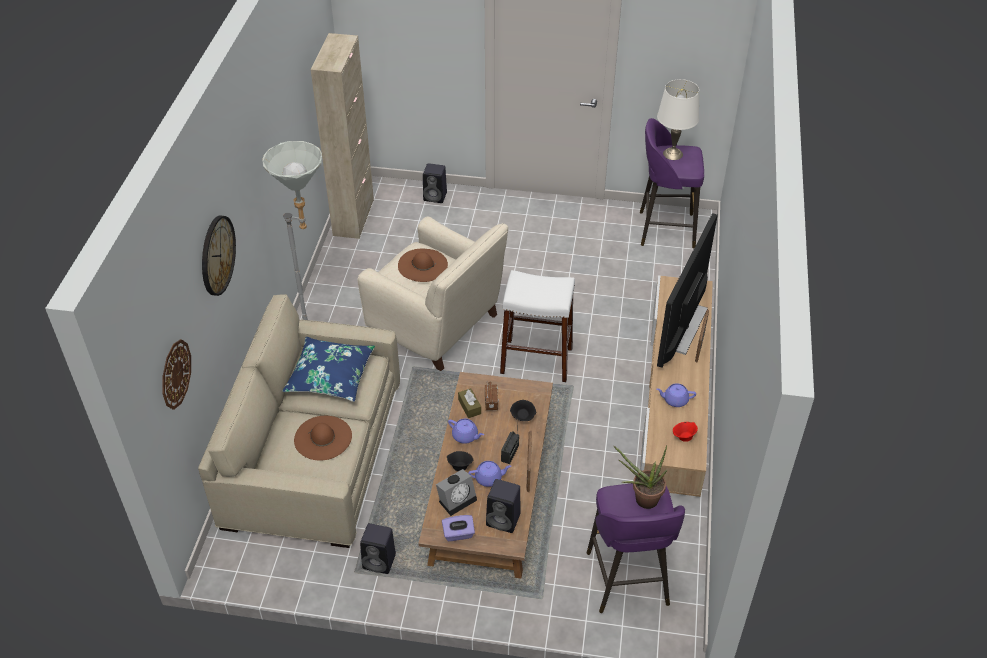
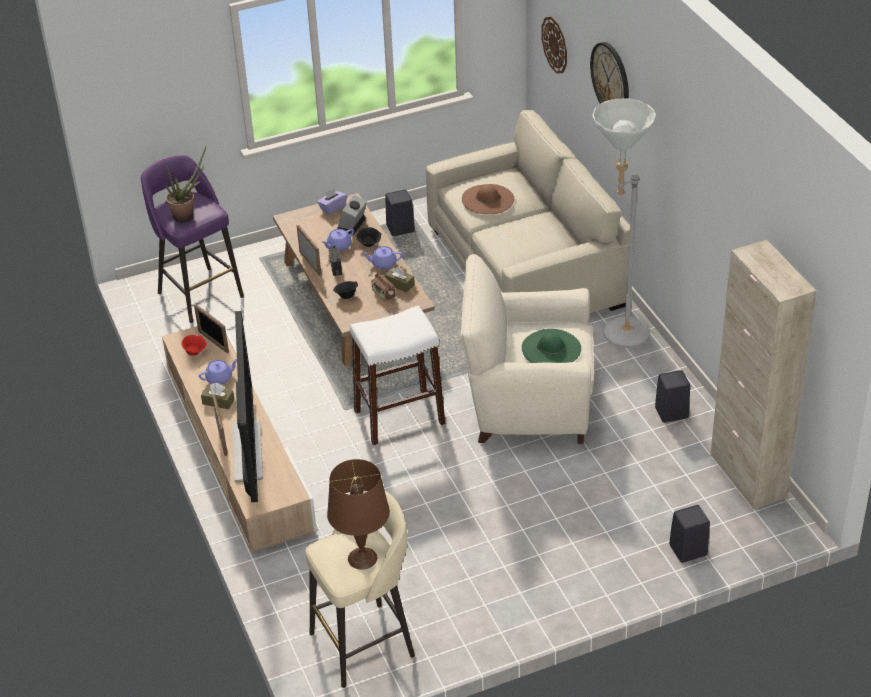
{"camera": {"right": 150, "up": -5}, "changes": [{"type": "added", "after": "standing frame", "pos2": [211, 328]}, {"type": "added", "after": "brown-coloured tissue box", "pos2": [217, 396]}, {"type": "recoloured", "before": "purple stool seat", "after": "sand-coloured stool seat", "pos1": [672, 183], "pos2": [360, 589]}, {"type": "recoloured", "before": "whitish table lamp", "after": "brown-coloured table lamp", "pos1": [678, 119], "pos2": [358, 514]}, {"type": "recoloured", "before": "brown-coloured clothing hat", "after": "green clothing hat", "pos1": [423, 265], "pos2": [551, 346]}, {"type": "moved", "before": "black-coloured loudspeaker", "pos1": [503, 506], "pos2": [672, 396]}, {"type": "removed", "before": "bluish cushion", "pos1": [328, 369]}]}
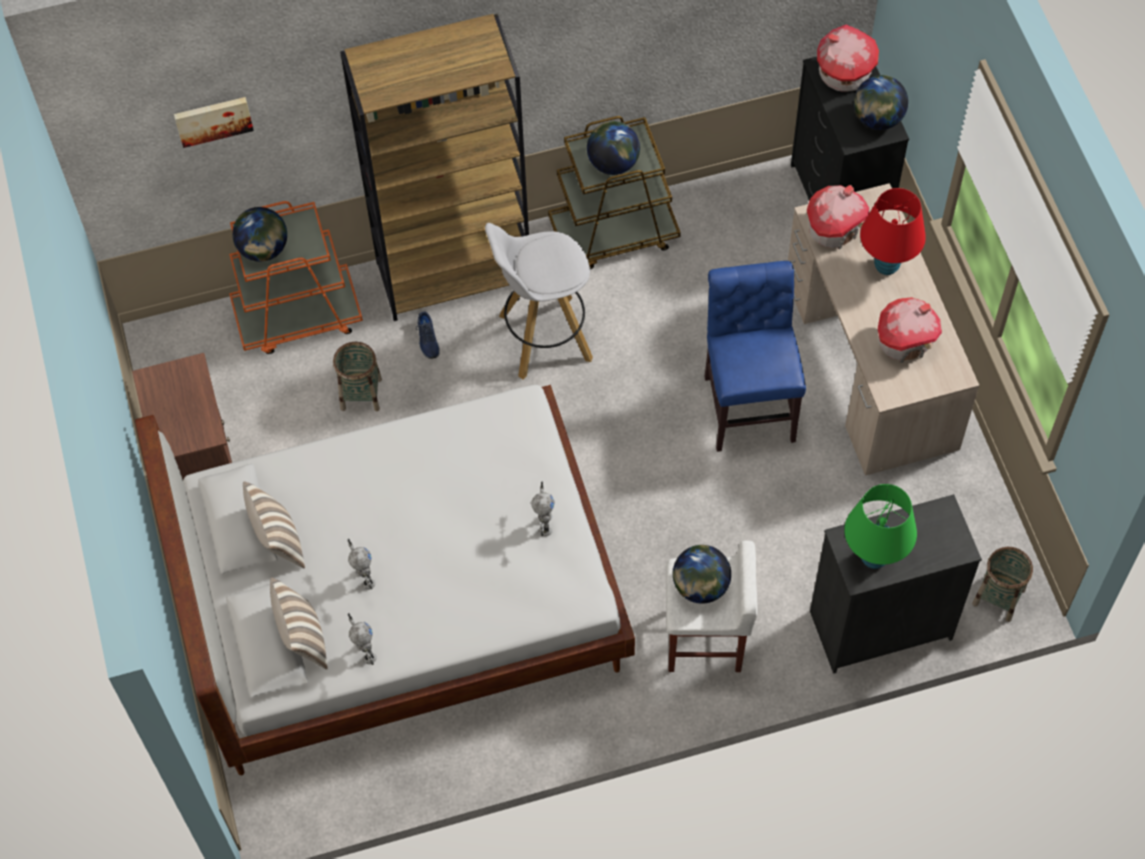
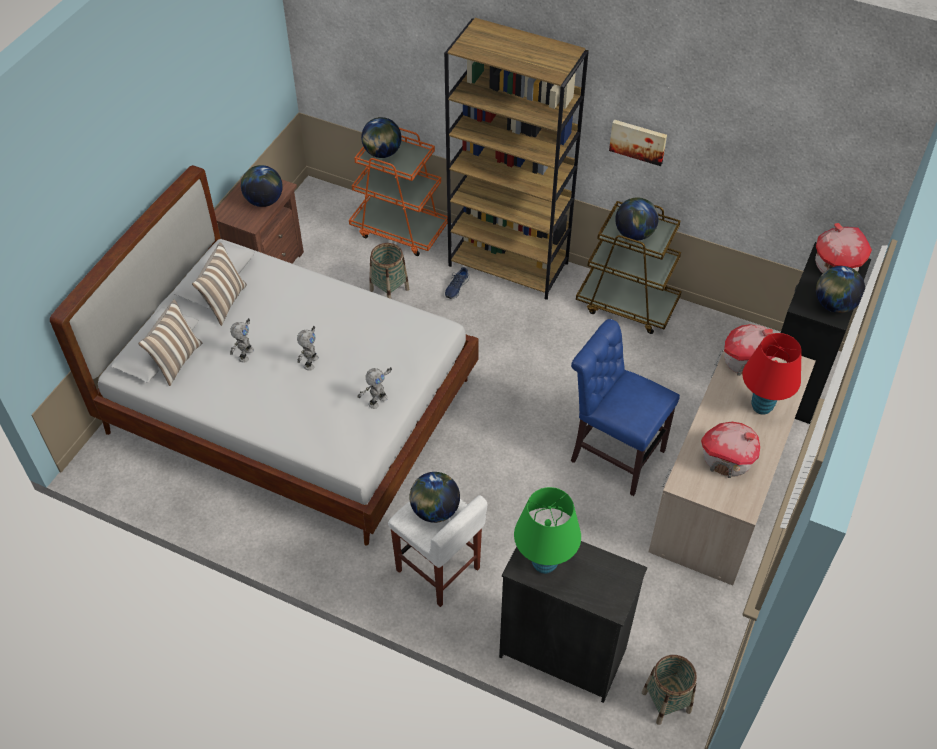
{"camera": {"right": 40, "up": -10}, "changes": [{"type": "added", "after": "world globe", "pos2": [262, 186]}, {"type": "moved", "before": "model robot", "pos1": [362, 639], "pos2": [308, 348]}, {"type": "turned", "before": "bluish chair", "pos1": [755, 356], "pos2": [625, 407], "turn": -90}, {"type": "moved", "before": "wall art", "pos1": [214, 122], "pos2": [638, 143]}, {"type": "removed", "before": "whitish stool seat", "pos1": [539, 301]}]}
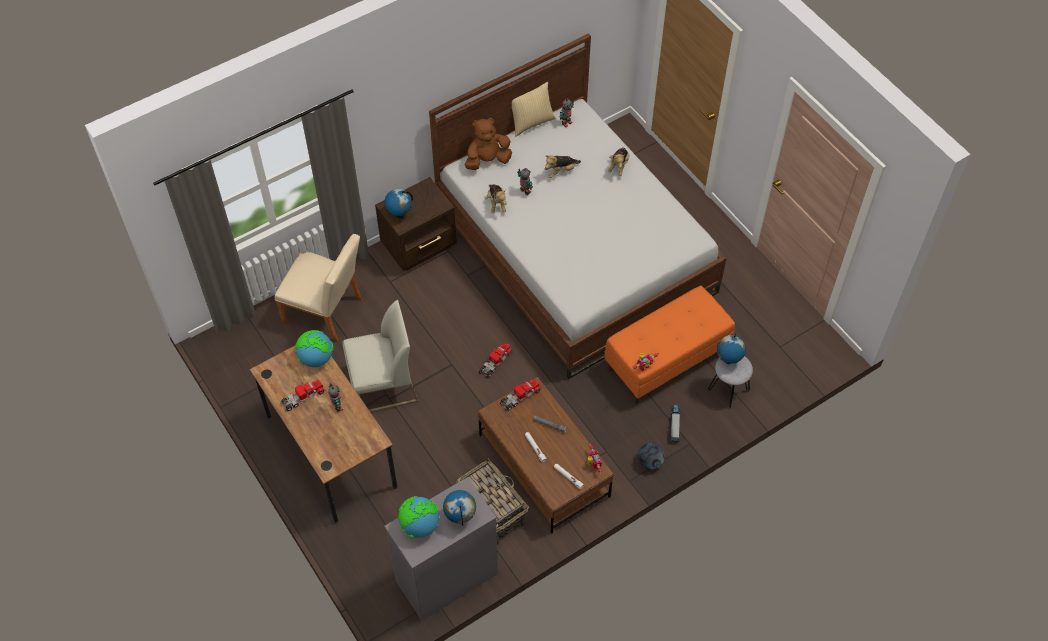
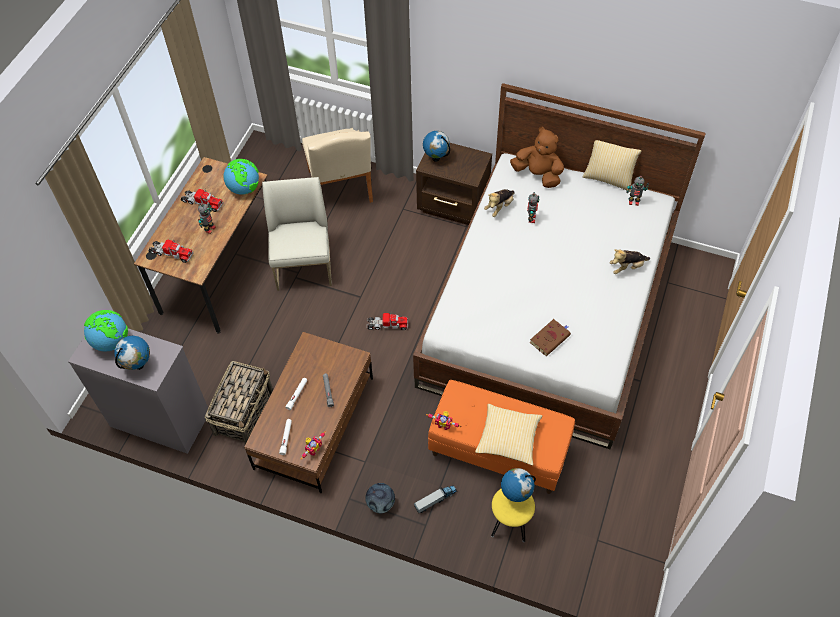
{"camera": {"right": 55, "up": 0}, "changes": [{"type": "moved", "before": "model truck", "pos1": [520, 395], "pos2": [170, 251]}, {"type": "turned", "before": "whitish chair", "pos1": [380, 356], "pos2": [297, 234], "turn": -135}, {"type": "added", "after": "cushion", "pos2": [509, 435]}, {"type": "recoloured", "before": "gray stool seat", "after": "yellowish stool seat", "pos1": [730, 382], "pos2": [513, 516]}, {"type": "added", "after": "brown-coloured volume", "pos2": [550, 337]}, {"type": "removed", "before": "soft toy", "pos1": [563, 166]}]}
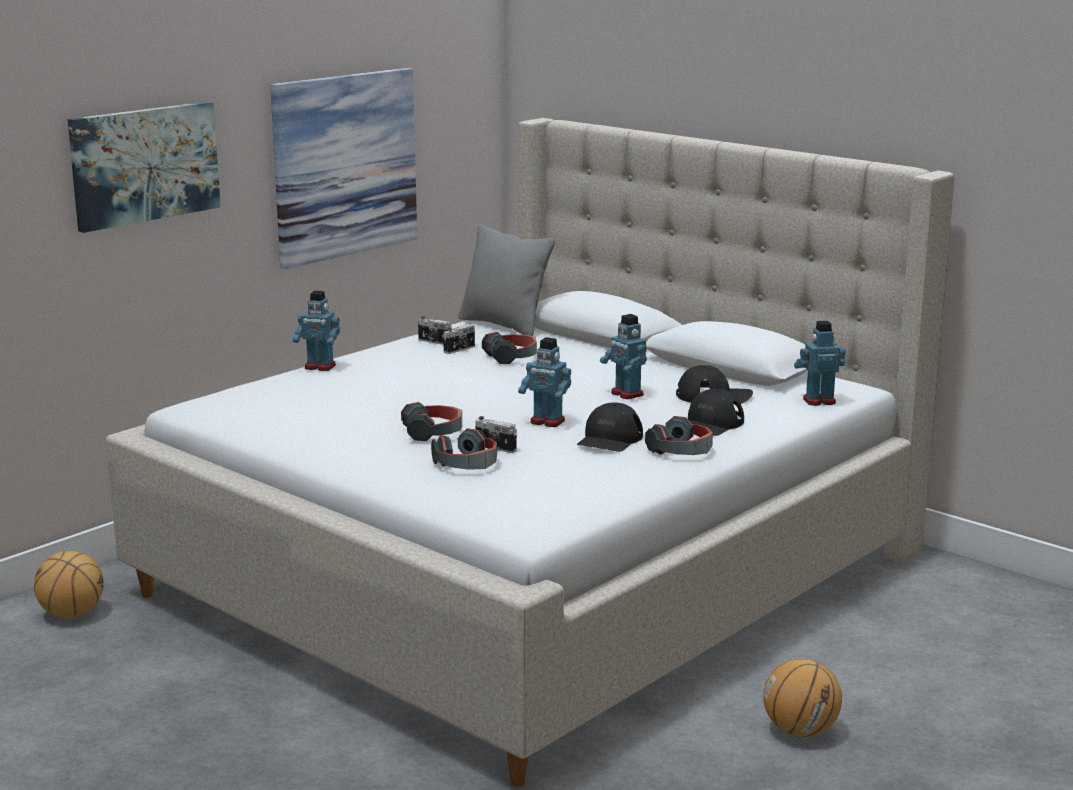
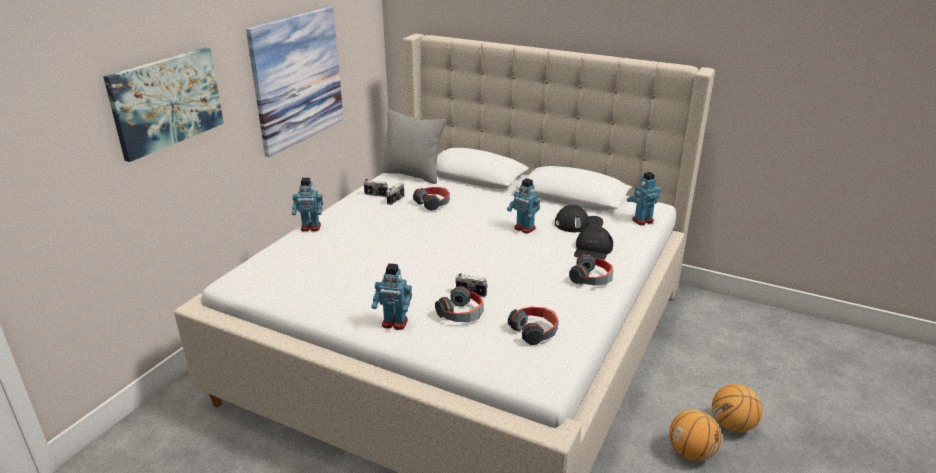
{"camera": {"right": -15, "up": 10}, "changes": [{"type": "moved", "before": "model robot", "pos1": [544, 382], "pos2": [391, 297]}, {"type": "moved", "before": "headphones", "pos1": [431, 421], "pos2": [533, 326]}, {"type": "moved", "before": "basketball", "pos1": [69, 584], "pos2": [737, 408]}, {"type": "removed", "before": "black-coloured peaked cap", "pos1": [610, 427]}]}
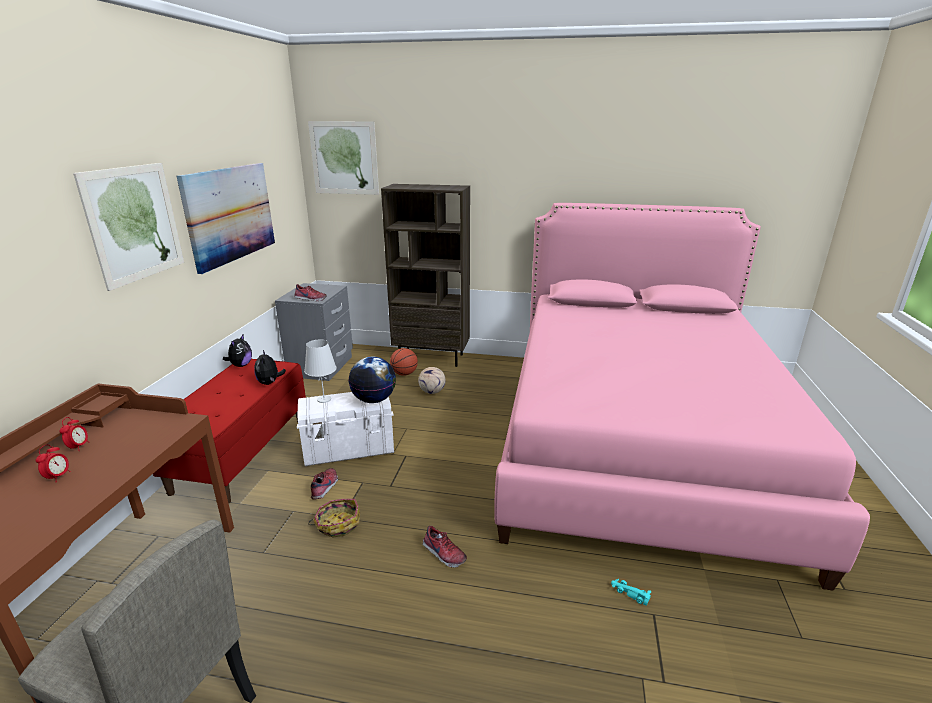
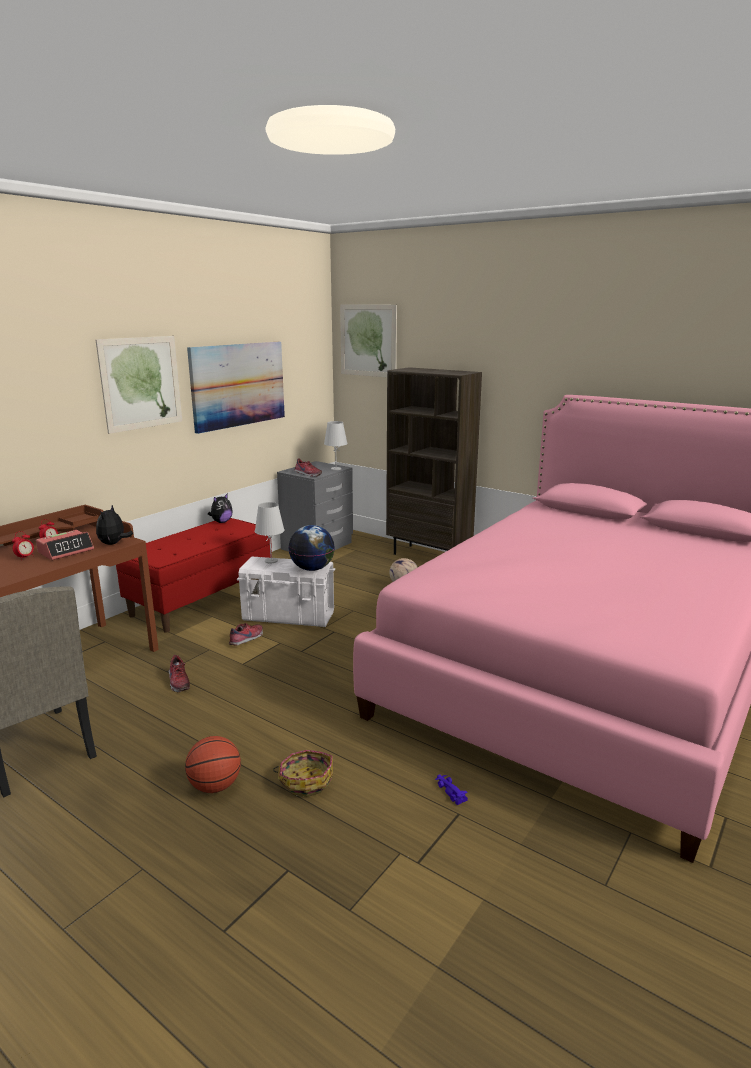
{"camera": {"right": 25, "up": -5}, "changes": [{"type": "added", "after": "bedside clock", "pos2": [65, 545]}, {"type": "moved", "before": "soft toy", "pos1": [270, 367], "pos2": [114, 525]}, {"type": "moved", "before": "shoe", "pos1": [444, 547], "pos2": [179, 673]}, {"type": "moved", "before": "basketball", "pos1": [404, 362], "pos2": [213, 764]}, {"type": "moved", "before": "basket", "pos1": [334, 518], "pos2": [303, 773]}, {"type": "added", "after": "whitish table lamp", "pos2": [336, 445]}, {"type": "recoloured", "before": "turquoise toy car", "after": "purple toy car", "pos1": [631, 592], "pos2": [451, 790]}]}
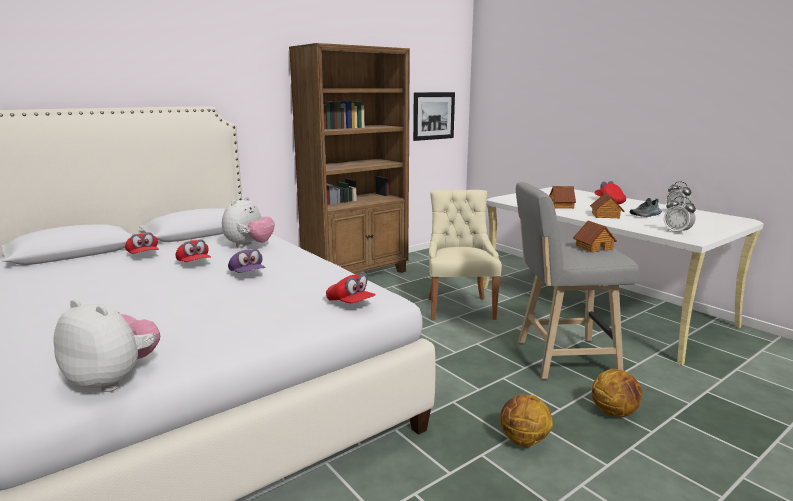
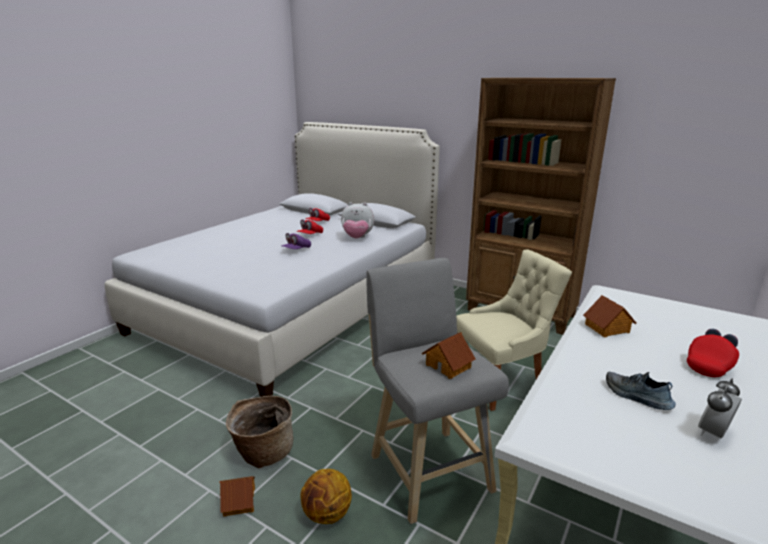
{"camera": {"right": 70, "up": 5}, "changes": [{"type": "moved", "before": "model house", "pos1": [607, 205], "pos2": [237, 496]}, {"type": "replaced", "before": "basketball", "after": "basket", "pos1": [526, 421], "pos2": [259, 432]}, {"type": "removed", "before": "soft toy", "pos1": [106, 345]}, {"type": "removed", "before": "reddish peaked cap", "pos1": [351, 288]}, {"type": "removed", "before": "wall art", "pos1": [434, 116]}, {"type": "removed", "before": "bedside clock", "pos1": [680, 215]}]}
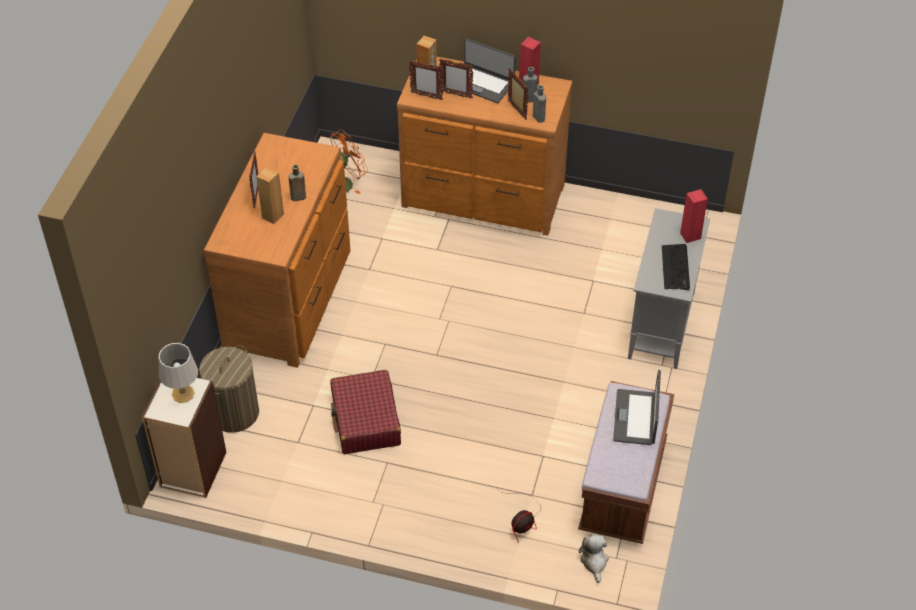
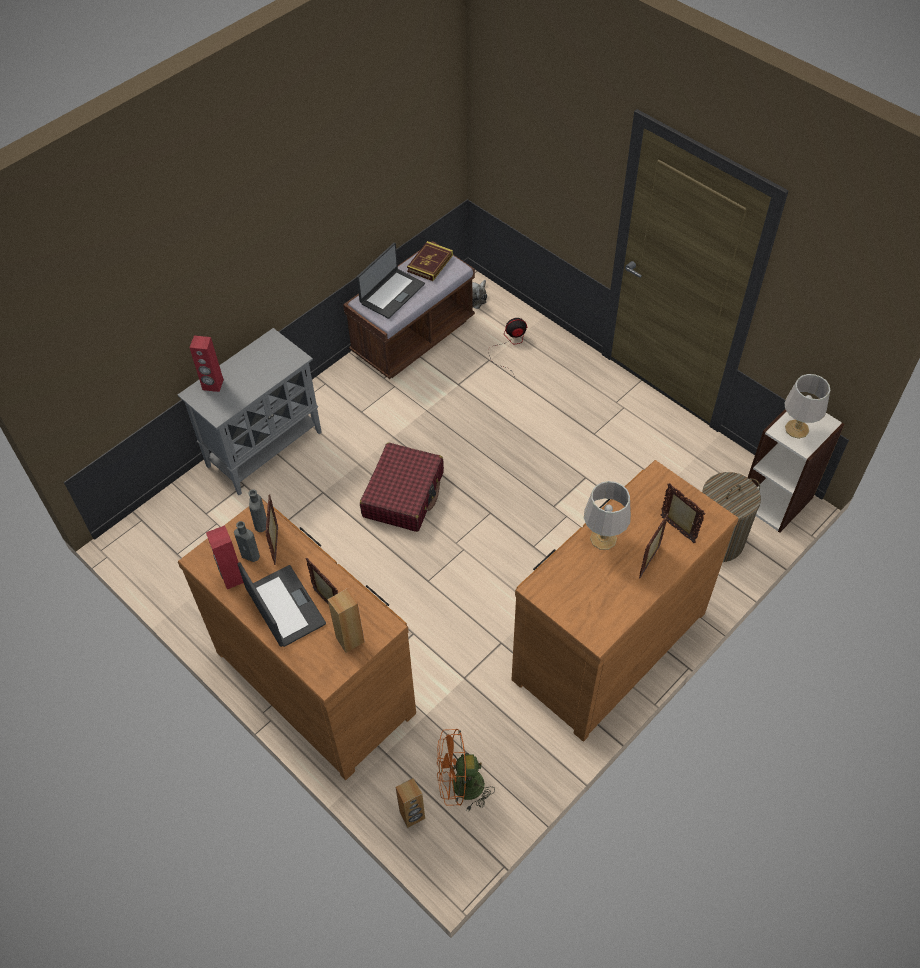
{"camera": {"right": -150, "up": 5}, "changes": [{"type": "moved", "before": "reddish suitcase", "pos1": [365, 412], "pos2": [402, 487]}, {"type": "moved", "before": "brown-coloured loudspeaker", "pos1": [270, 195], "pos2": [410, 803]}, {"type": "added", "after": "volume", "pos2": [430, 261]}, {"type": "replaced", "before": "brown-coloured beverage bottle", "after": "gray table lamp", "pos1": [297, 182], "pos2": [607, 515]}, {"type": "moved", "before": "standing frame", "pos1": [426, 80], "pos2": [683, 513]}, {"type": "removed", "before": "keyboard", "pos1": [676, 267]}]}
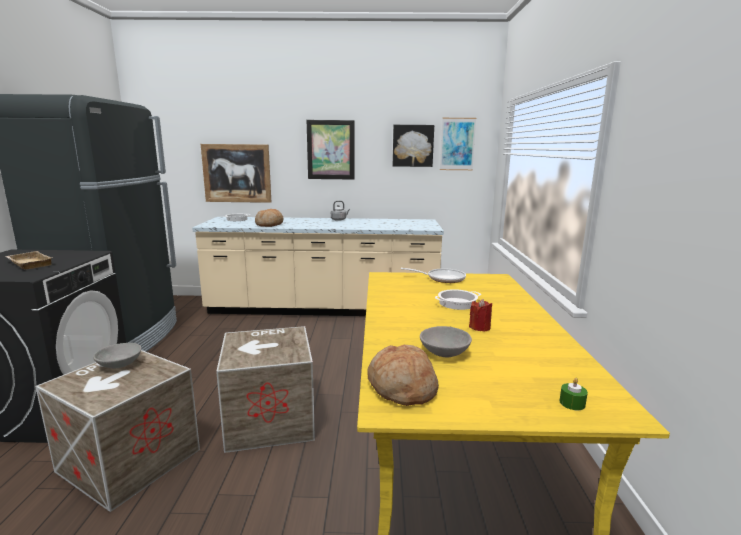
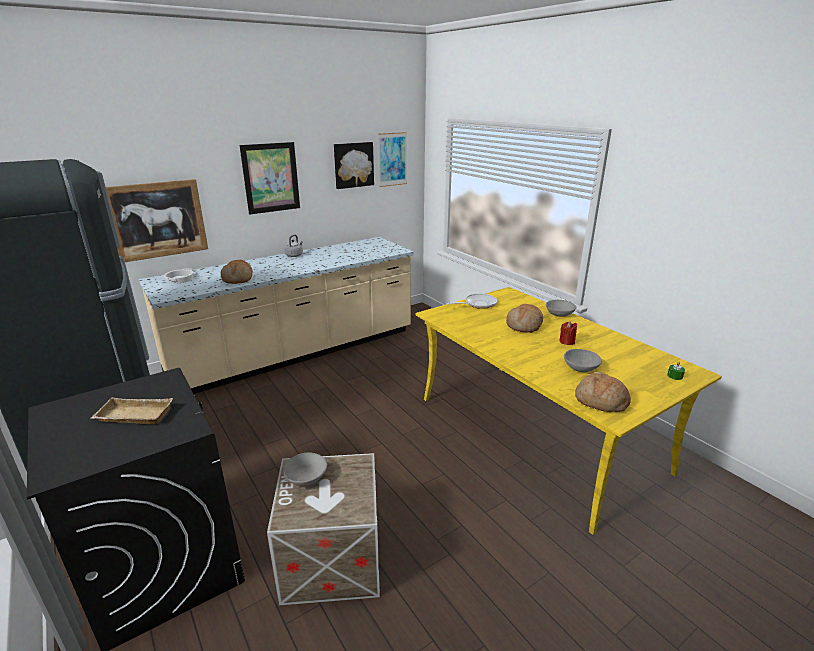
{"camera": {"right": -35, "up": 10}, "changes": [{"type": "replaced", "before": "stockpot", "after": "bread", "pos1": [458, 299], "pos2": [524, 318]}, {"type": "added", "after": "gray deep dish", "pos2": [561, 308]}, {"type": "removed", "before": "shipping crate", "pos1": [265, 389]}]}
